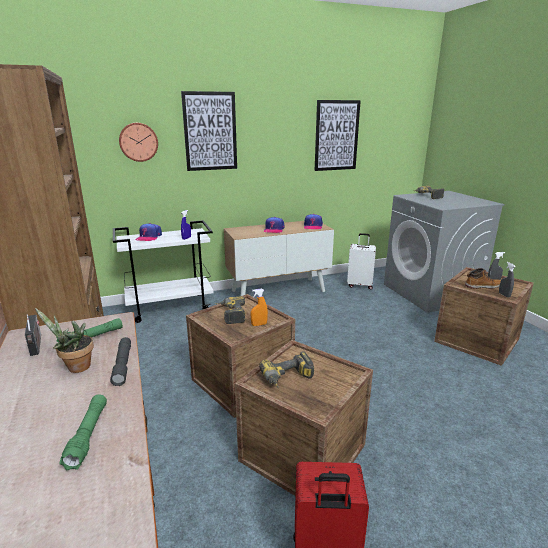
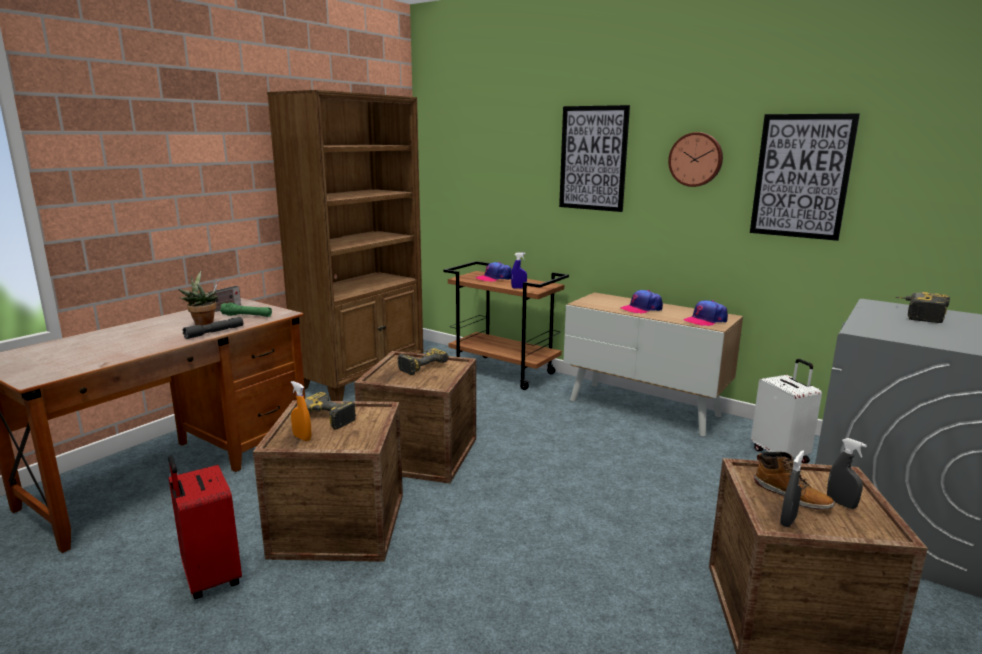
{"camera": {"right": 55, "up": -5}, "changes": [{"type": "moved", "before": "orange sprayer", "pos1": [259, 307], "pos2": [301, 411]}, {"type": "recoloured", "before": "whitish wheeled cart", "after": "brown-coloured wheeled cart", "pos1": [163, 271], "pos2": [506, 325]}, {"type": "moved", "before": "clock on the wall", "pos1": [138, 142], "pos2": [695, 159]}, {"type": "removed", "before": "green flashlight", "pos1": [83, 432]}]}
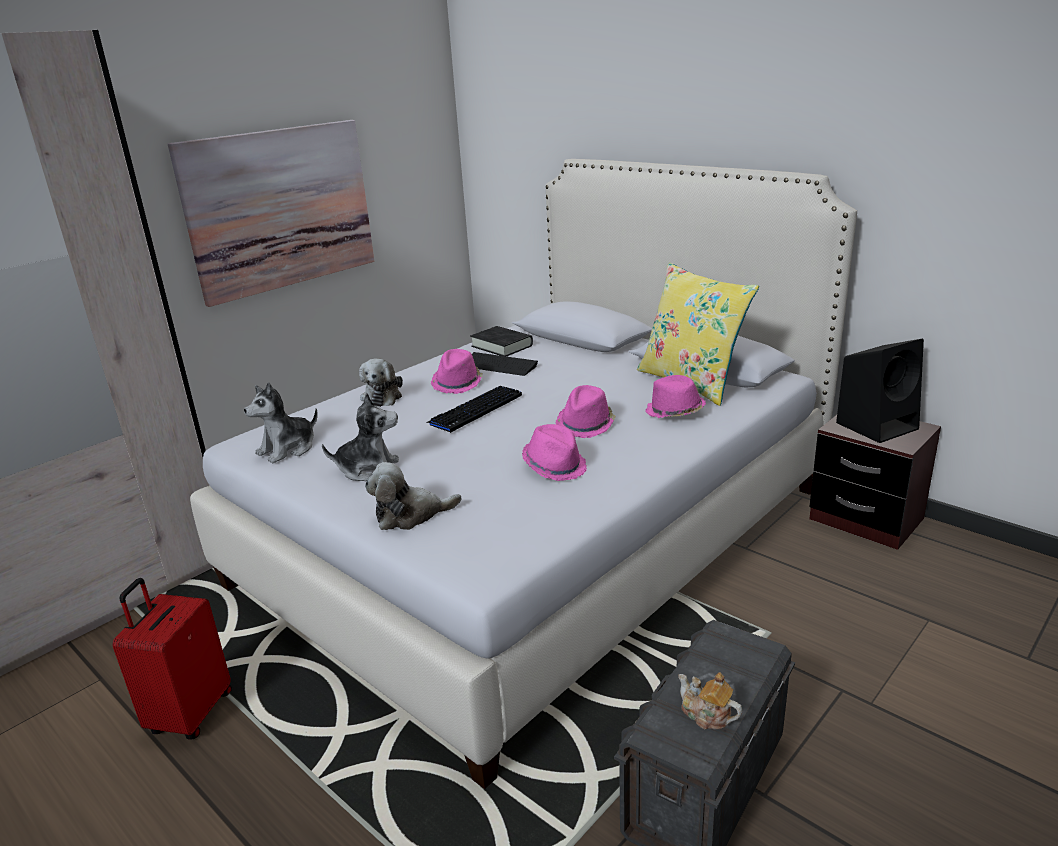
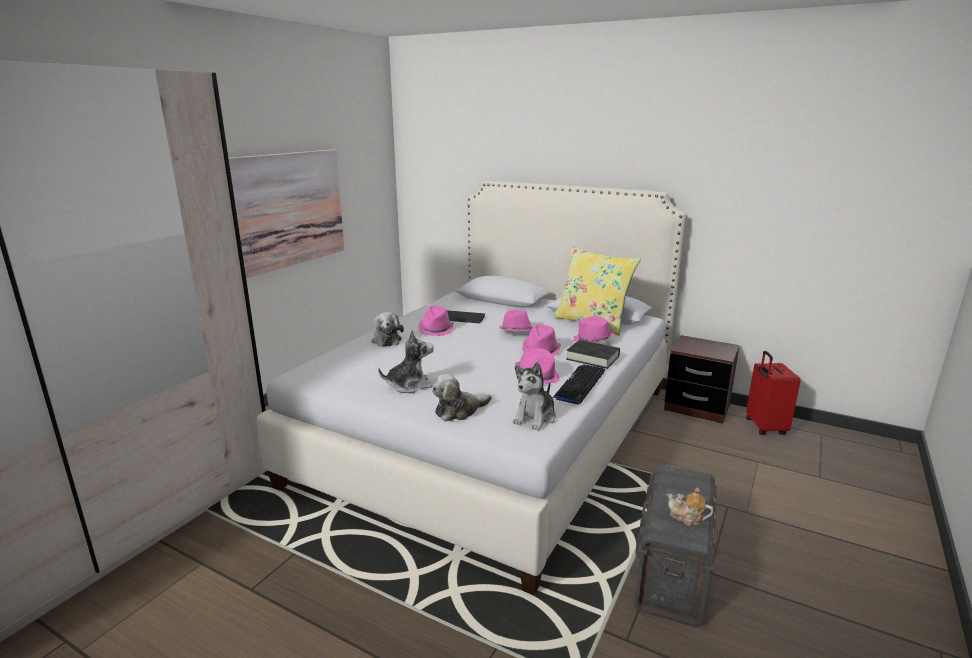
{"camera": {"right": -15, "up": -5}, "changes": [{"type": "added", "after": "pinkish clothing hat", "pos2": [516, 321]}, {"type": "moved", "before": "soft toy", "pos1": [280, 422], "pos2": [534, 396]}, {"type": "moved", "before": "keyboard", "pos1": [474, 409], "pos2": [578, 384]}, {"type": "moved", "before": "black-coloured volume", "pos1": [501, 341], "pos2": [593, 354]}, {"type": "moved", "before": "reddish suitcase", "pos1": [172, 659], "pos2": [773, 393]}, {"type": "removed", "before": "black-coloured loudspeaker", "pos1": [880, 391]}]}
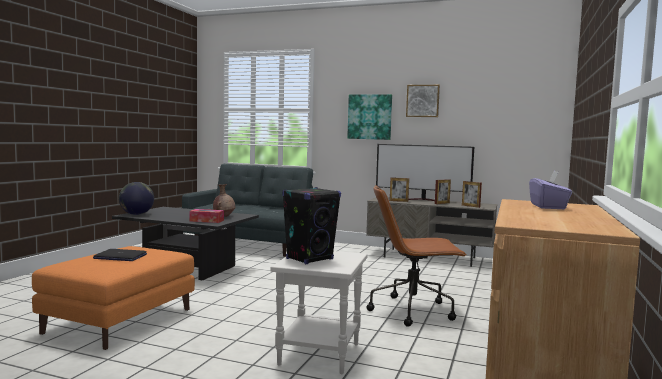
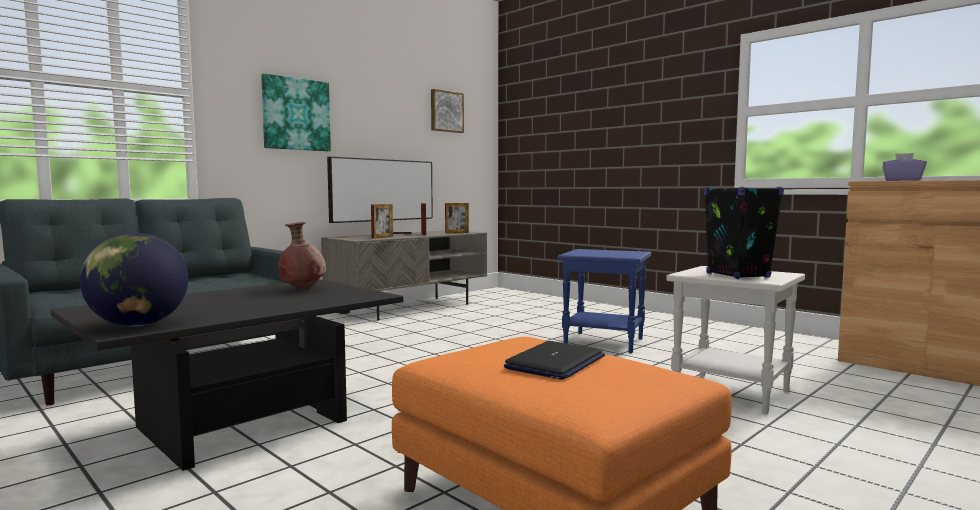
{"camera": {"right": -65, "up": 0}, "changes": [{"type": "moved", "before": "wall art", "pos1": [423, 101], "pos2": [447, 111]}, {"type": "replaced", "before": "brown-coloured computer chair", "after": "bluish end table", "pos1": [416, 256], "pos2": [604, 301]}, {"type": "removed", "before": "tissue box", "pos1": [206, 216]}]}
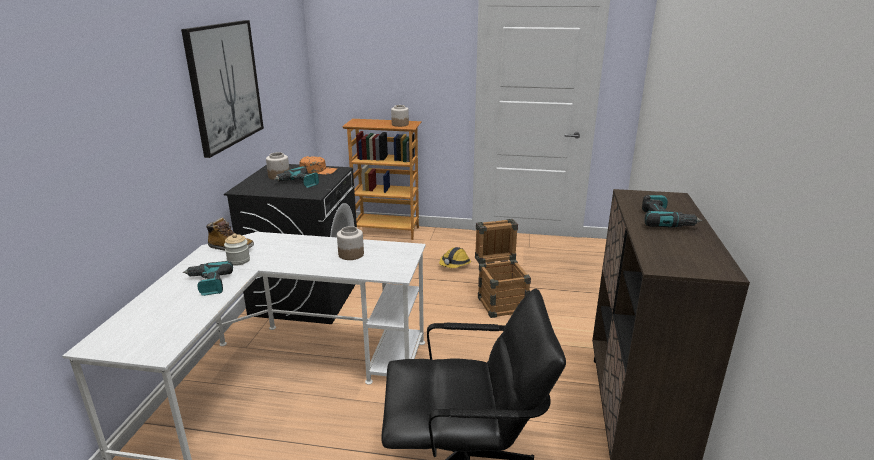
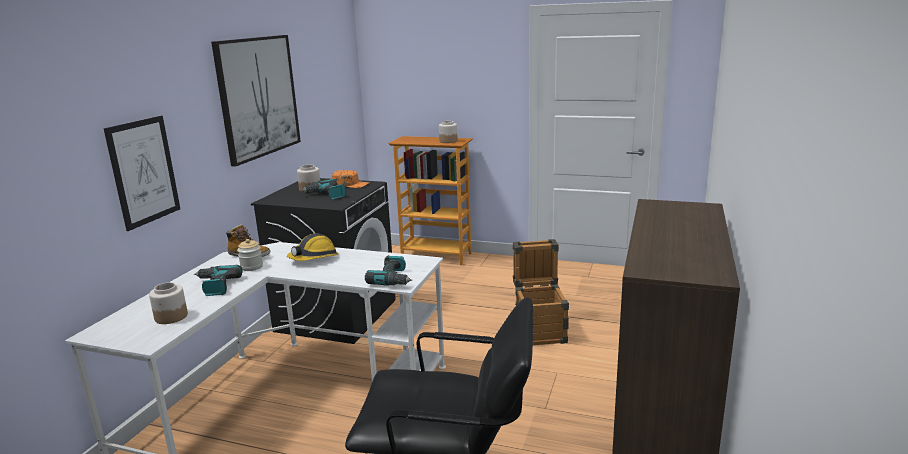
{"camera": {"right": 10, "up": -5}, "changes": [{"type": "added", "after": "wall art", "pos2": [142, 173]}, {"type": "moved", "before": "preserve jar", "pos1": [350, 243], "pos2": [168, 303]}, {"type": "moved", "before": "work helmet", "pos1": [455, 257], "pos2": [313, 247]}, {"type": "moved", "before": "power drill", "pos1": [672, 211], "pos2": [388, 270]}]}
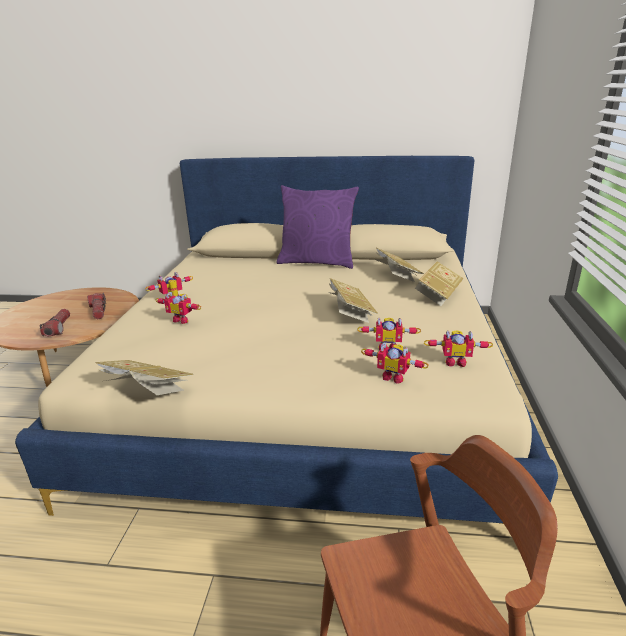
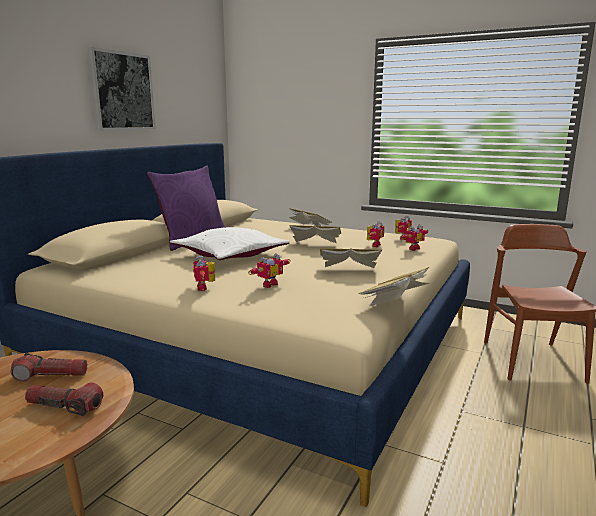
{"camera": {"right": -70, "up": -10}, "changes": [{"type": "added", "after": "wall art", "pos2": [121, 89]}, {"type": "added", "after": "whitish cushion", "pos2": [230, 243]}, {"type": "moved", "before": "volume", "pos1": [399, 265], "pos2": [351, 258]}]}
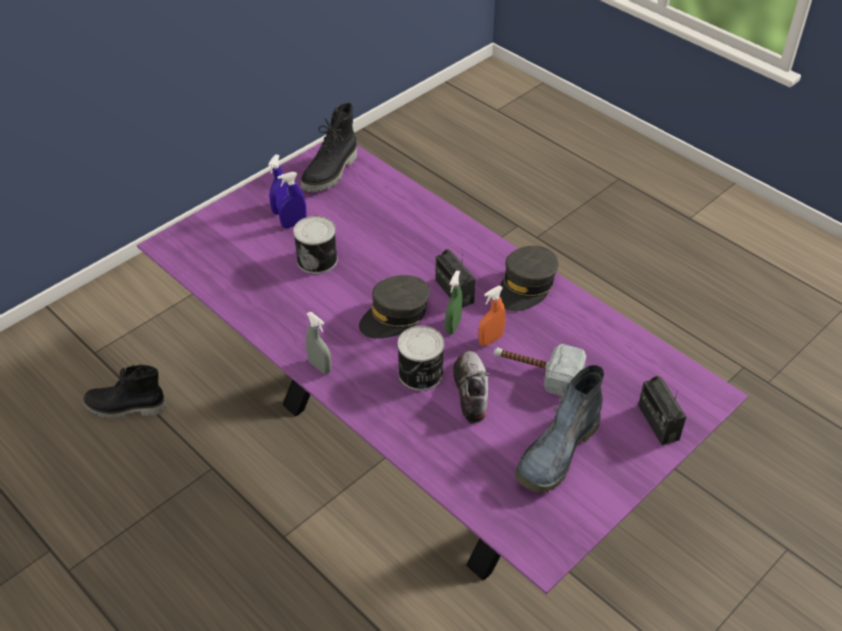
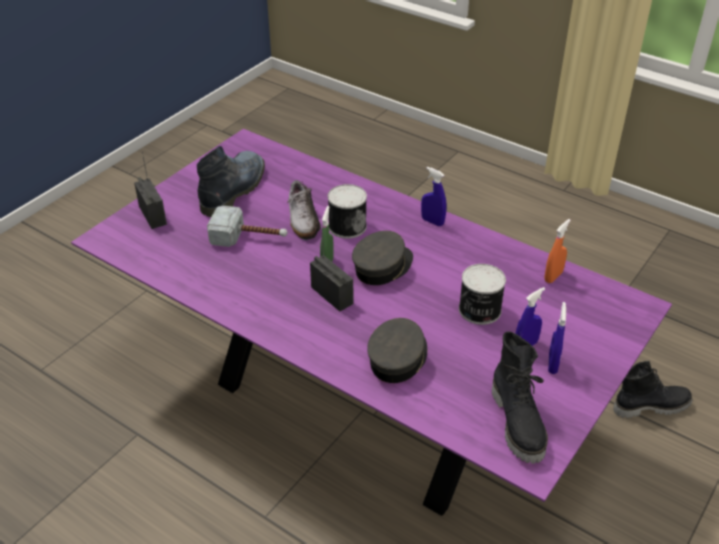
{"camera": {"right": 170, "up": -5}, "changes": [{"type": "moved", "before": "gray peaked cap", "pos1": [528, 278], "pos2": [397, 350]}, {"type": "recoloured", "before": "gray sprayer", "after": "bluish sprayer", "pos1": [318, 343], "pos2": [433, 196]}, {"type": "turned", "before": "black-coloured high-top boot", "pos1": [329, 147], "pos2": [520, 397], "turn": 150}, {"type": "moved", "before": "orange sprayer", "pos1": [492, 316], "pos2": [557, 251]}]}
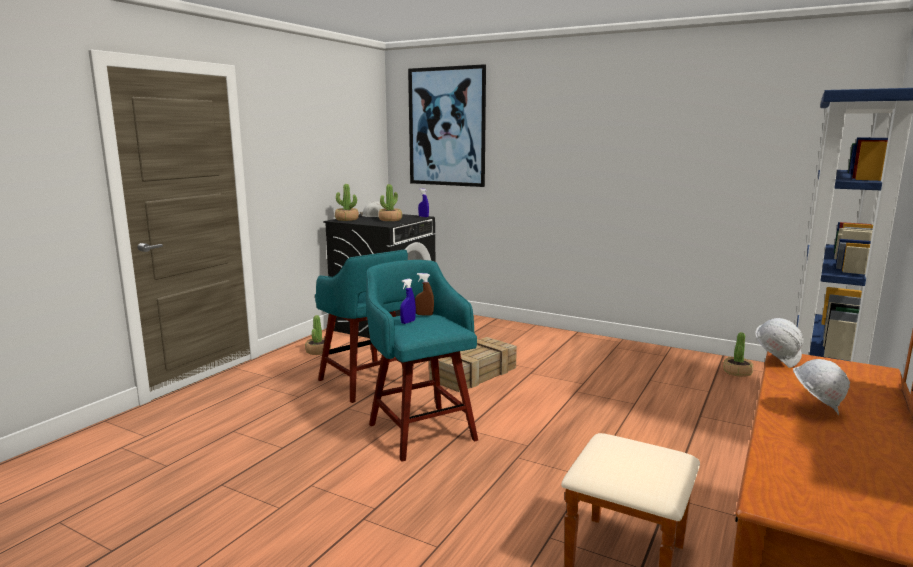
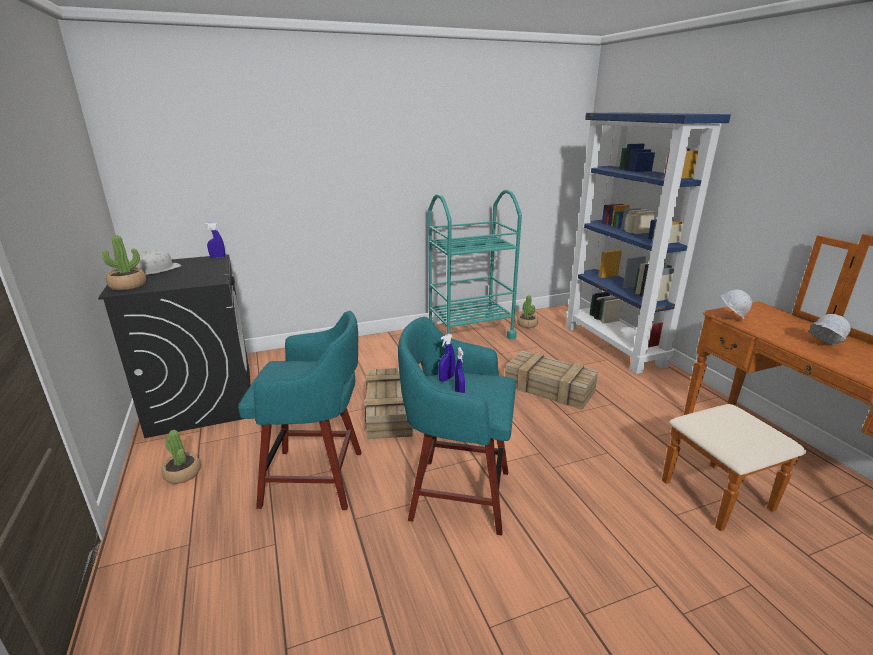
{"camera": {"right": -50, "up": 10}, "changes": [{"type": "added", "after": "turquoise wheeled cart", "pos2": [475, 264]}, {"type": "recoloured", "before": "brown-coloured sprayer", "after": "bluish sprayer", "pos1": [424, 294], "pos2": [446, 358]}, {"type": "added", "after": "shipping crate", "pos2": [551, 380]}, {"type": "removed", "before": "potted plant", "pos1": [390, 202]}, {"type": "removed", "before": "wall art", "pos1": [447, 125]}]}
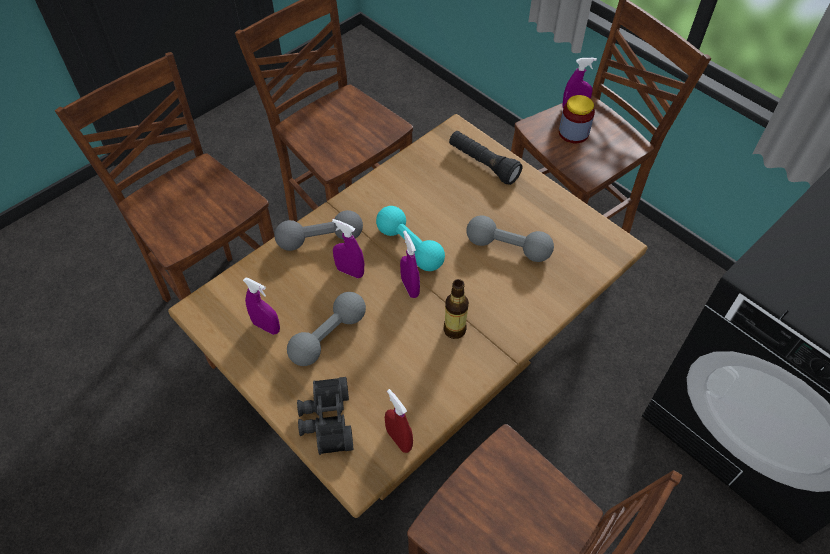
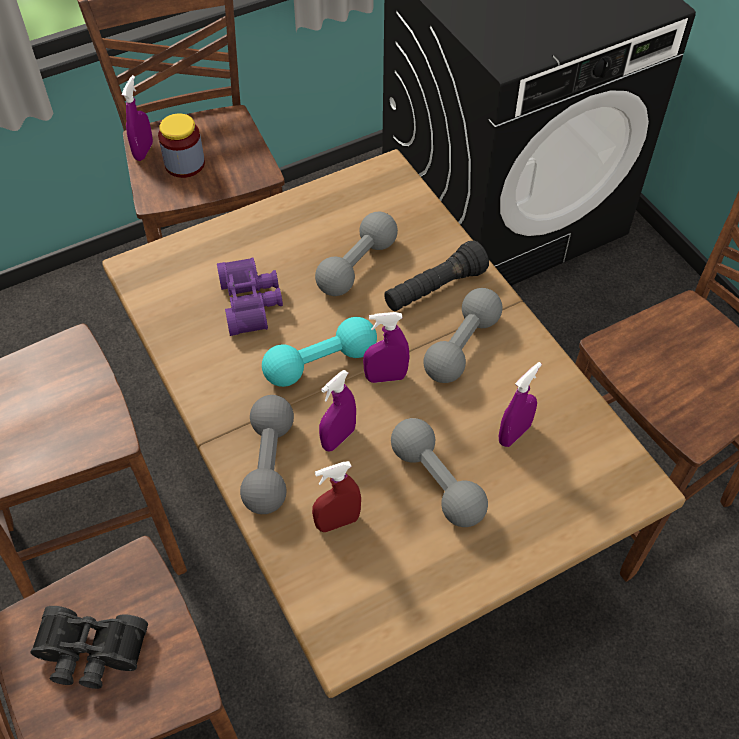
{"camera": {"right": -75, "up": 0}, "changes": [{"type": "moved", "before": "black-coloured pair of binoculars", "pos1": [325, 416], "pos2": [89, 647]}, {"type": "added", "after": "purple pair of binoculars", "pos2": [250, 296]}, {"type": "moved", "before": "reddish sprayer", "pos1": [399, 421], "pos2": [336, 496]}, {"type": "moved", "before": "black-coloured flashlight", "pos1": [485, 158], "pos2": [436, 276]}, {"type": "replaced", "before": "beverage bottle", "after": "gray hand weight", "pos1": [456, 309], "pos2": [463, 335]}, {"type": "moved", "before": "purple sprayer", "pos1": [261, 306], "pos2": [520, 404]}]}
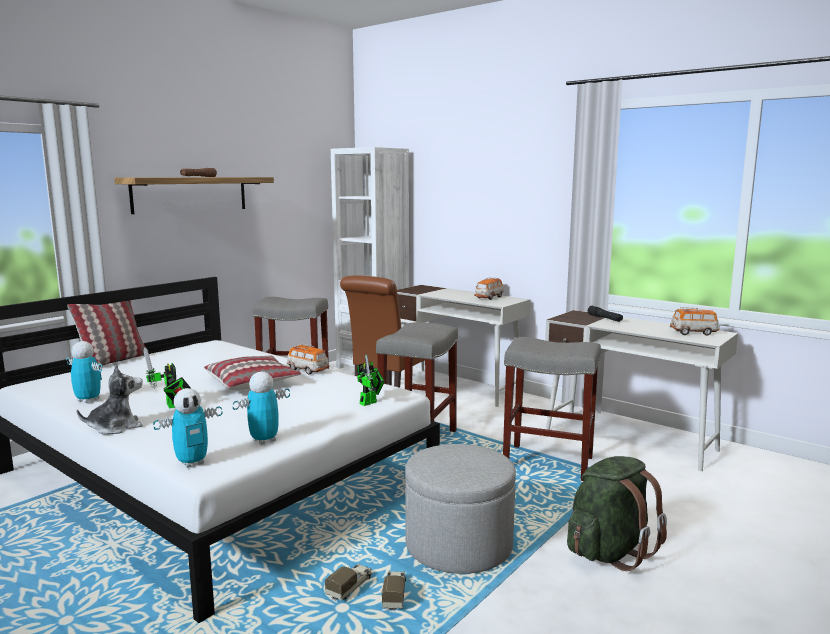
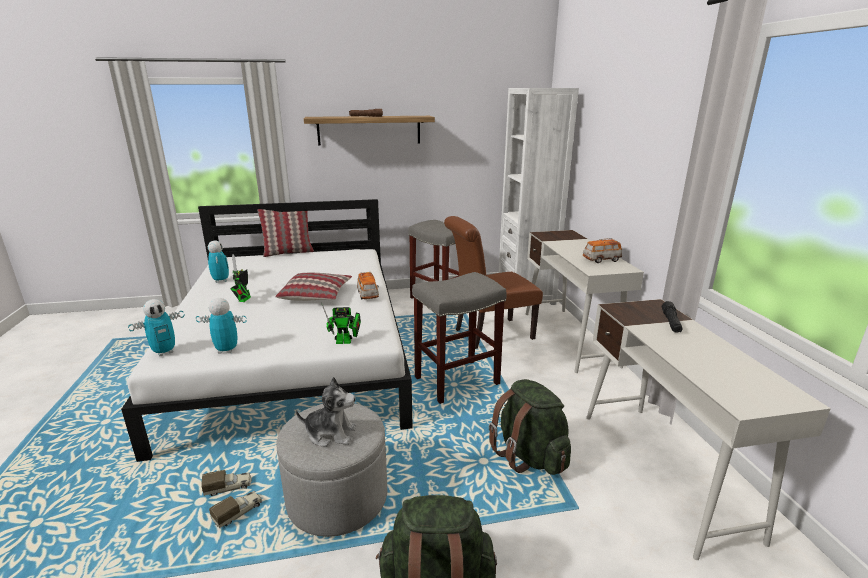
{"camera": {"right": 40, "up": 10}, "changes": [{"type": "turned", "before": "model robot", "pos1": [187, 428], "pos2": [156, 328], "turn": -45}, {"type": "moved", "before": "soft toy", "pos1": [110, 399], "pos2": [326, 412]}, {"type": "replaced", "before": "gray stool seat", "after": "green rucksack", "pos1": [552, 409], "pos2": [530, 427]}, {"type": "removed", "before": "toy car", "pos1": [695, 321]}]}
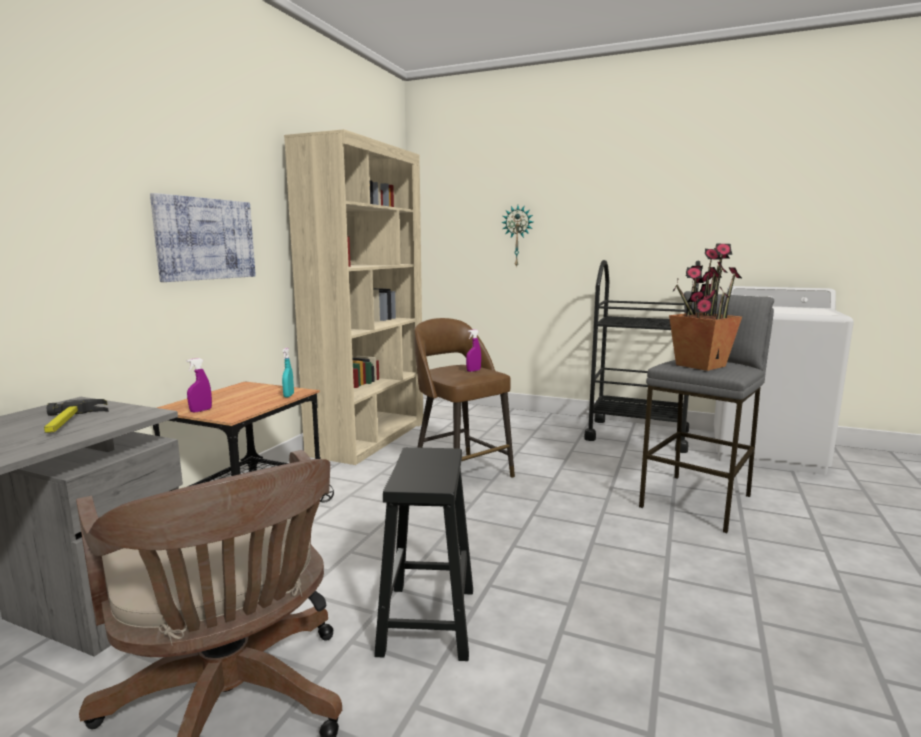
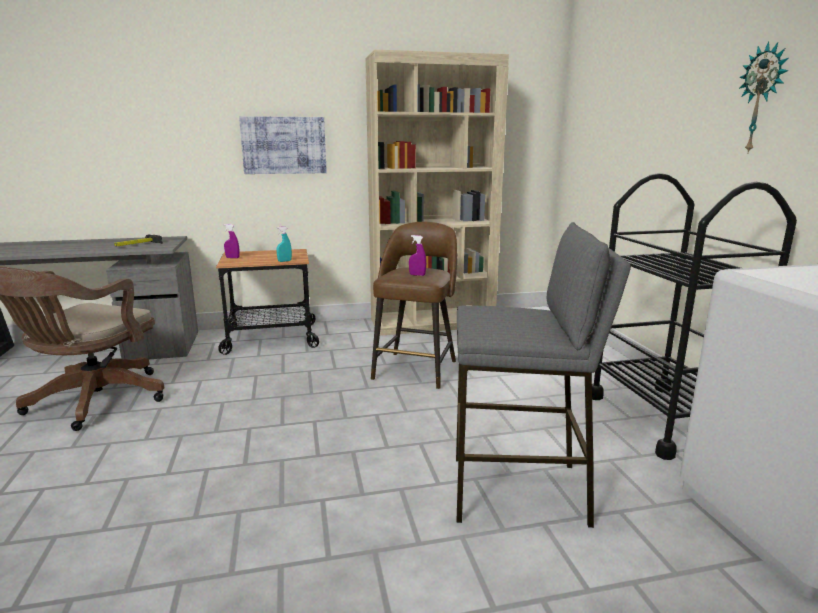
{"camera": {"right": 55, "up": 5}, "changes": [{"type": "moved", "before": "clock on the wall", "pos1": [517, 237], "pos2": [764, 97]}, {"type": "removed", "before": "black-coloured stool seat", "pos1": [423, 554]}, {"type": "removed", "before": "potted plant", "pos1": [705, 307]}]}
